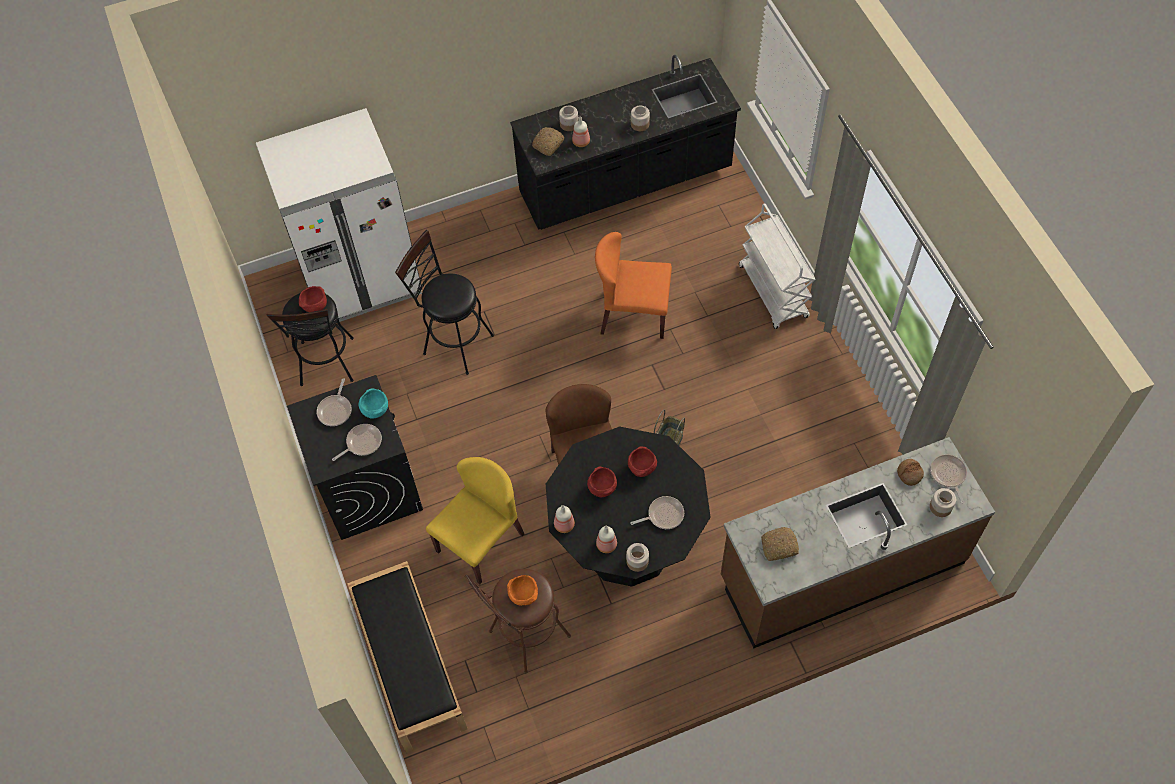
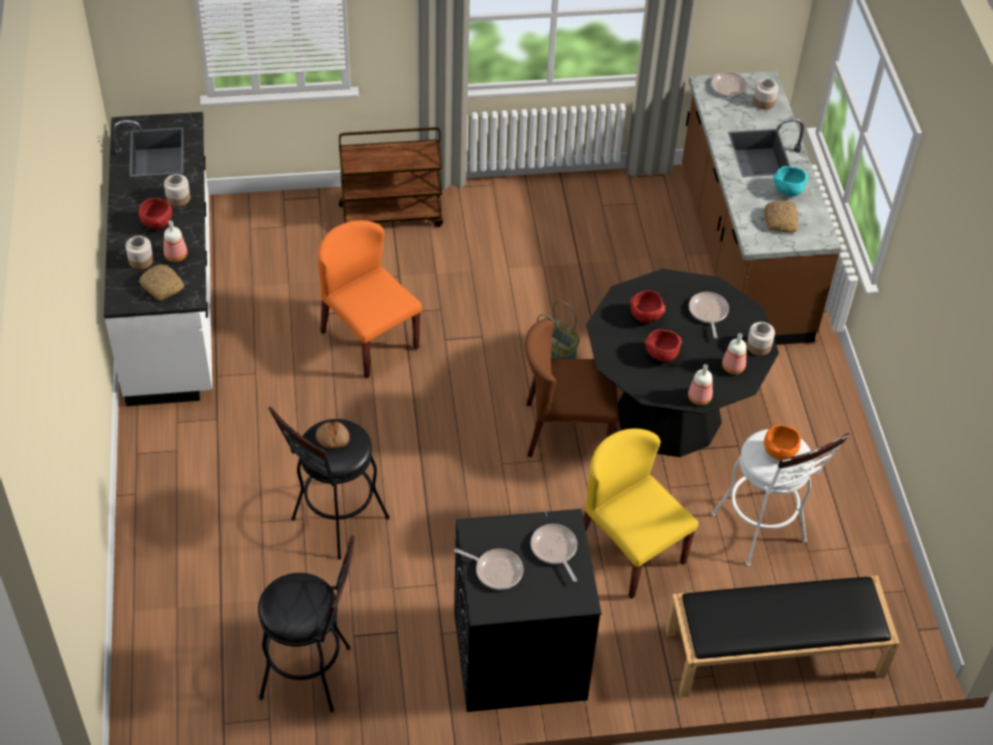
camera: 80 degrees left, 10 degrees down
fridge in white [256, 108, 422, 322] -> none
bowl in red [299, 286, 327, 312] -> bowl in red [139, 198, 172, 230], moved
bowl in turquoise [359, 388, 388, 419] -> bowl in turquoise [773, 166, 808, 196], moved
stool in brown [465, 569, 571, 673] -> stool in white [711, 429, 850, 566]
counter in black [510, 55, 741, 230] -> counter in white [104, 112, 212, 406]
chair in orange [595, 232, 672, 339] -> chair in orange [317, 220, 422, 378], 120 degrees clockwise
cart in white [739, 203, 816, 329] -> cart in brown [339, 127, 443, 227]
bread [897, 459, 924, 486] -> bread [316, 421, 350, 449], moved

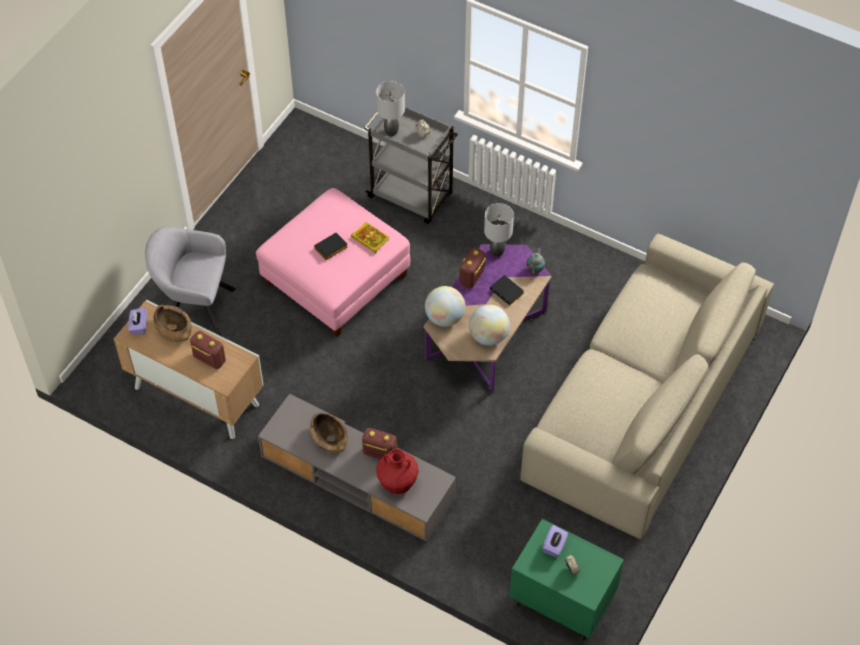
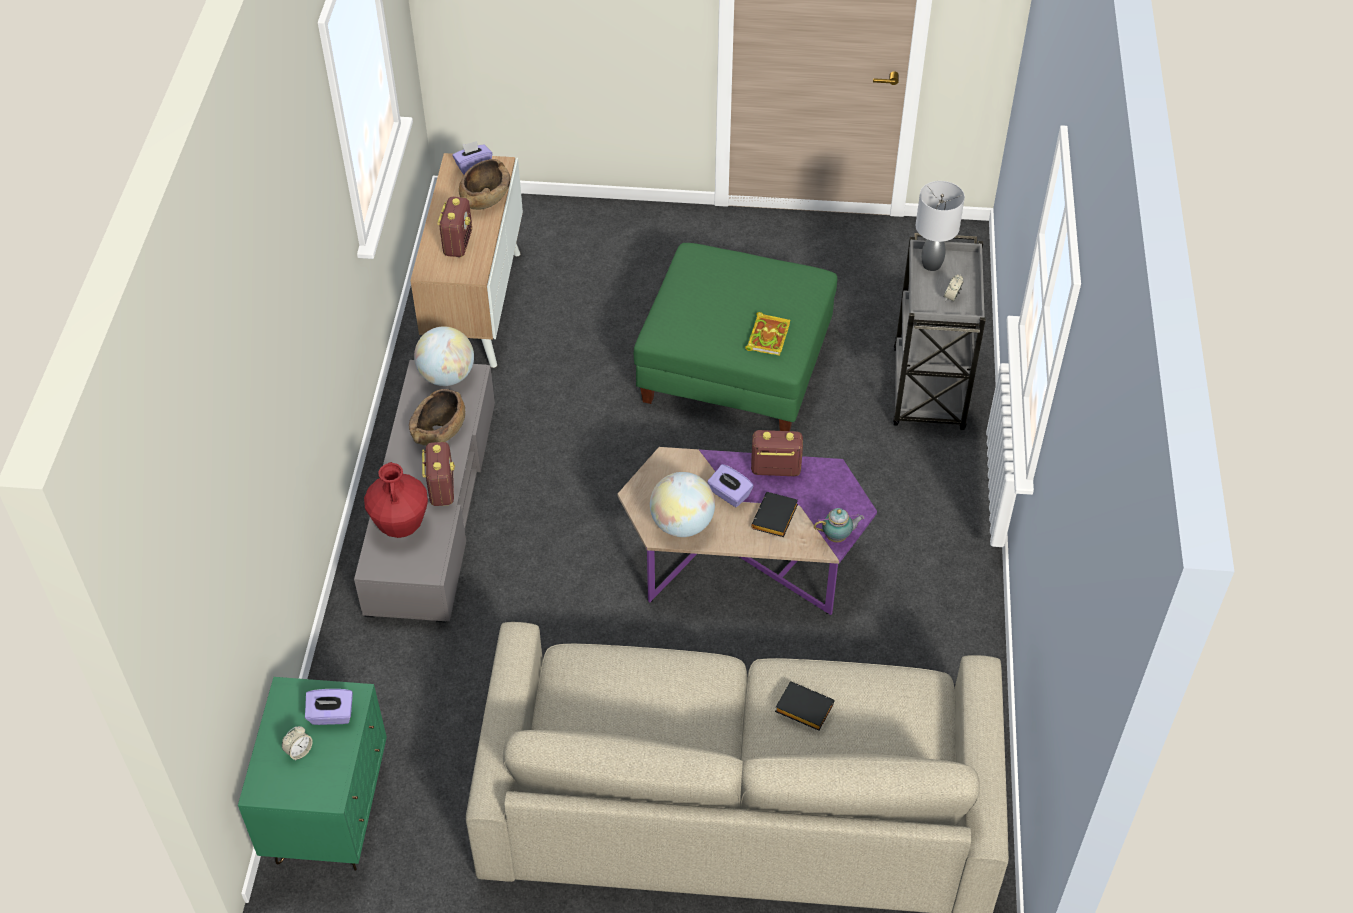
camera: 65 degrees right, 5 degrees down
armchair in grey [145, 227, 236, 337] -> none
ottoman in pink [256, 188, 410, 337] -> ottoman in green [634, 243, 838, 431]
book in black [314, 233, 348, 260] -> book in black [775, 682, 834, 731], moved
globe [425, 286, 465, 327] -> globe [414, 326, 474, 386], moved
table lamp in grey [484, 203, 514, 257] -> none
none -> tissue box in purple [707, 464, 753, 507]

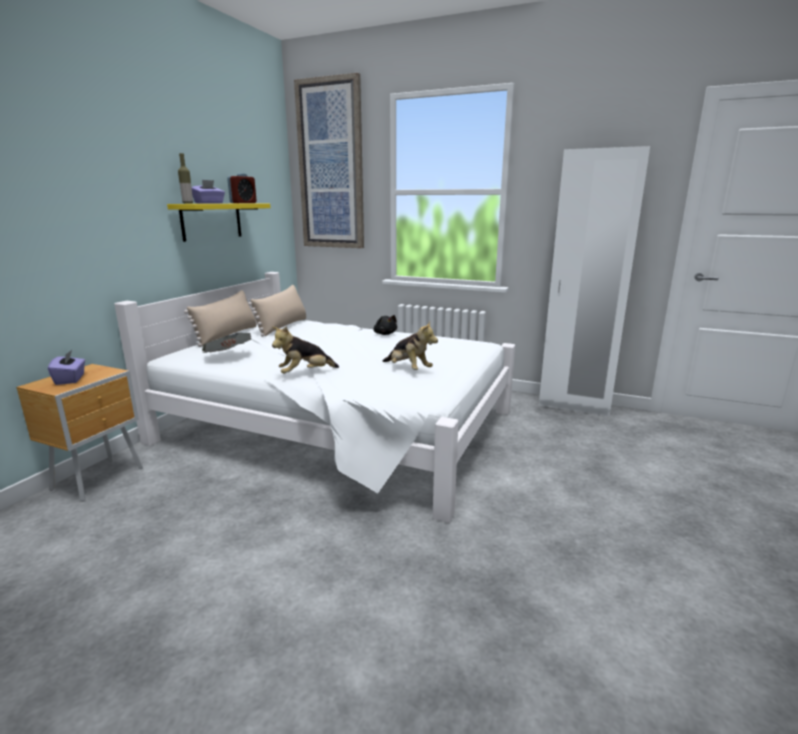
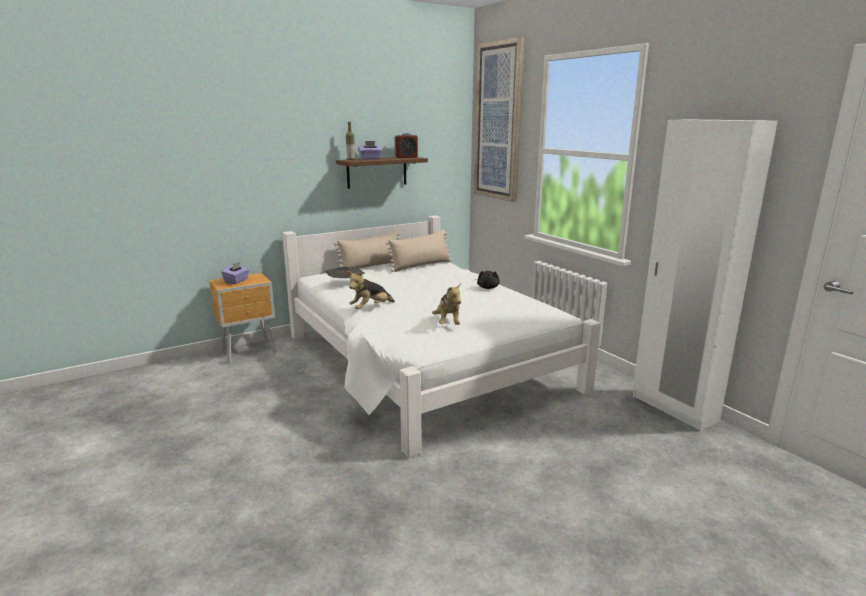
camera: 35 degrees right, 0 degrees up
shelf in yellow [167, 204, 271, 242] -> shelf in brown [336, 157, 428, 189]
plush toy [272, 326, 339, 373] -> plush toy [348, 271, 395, 309], 45 degrees counterclockwise

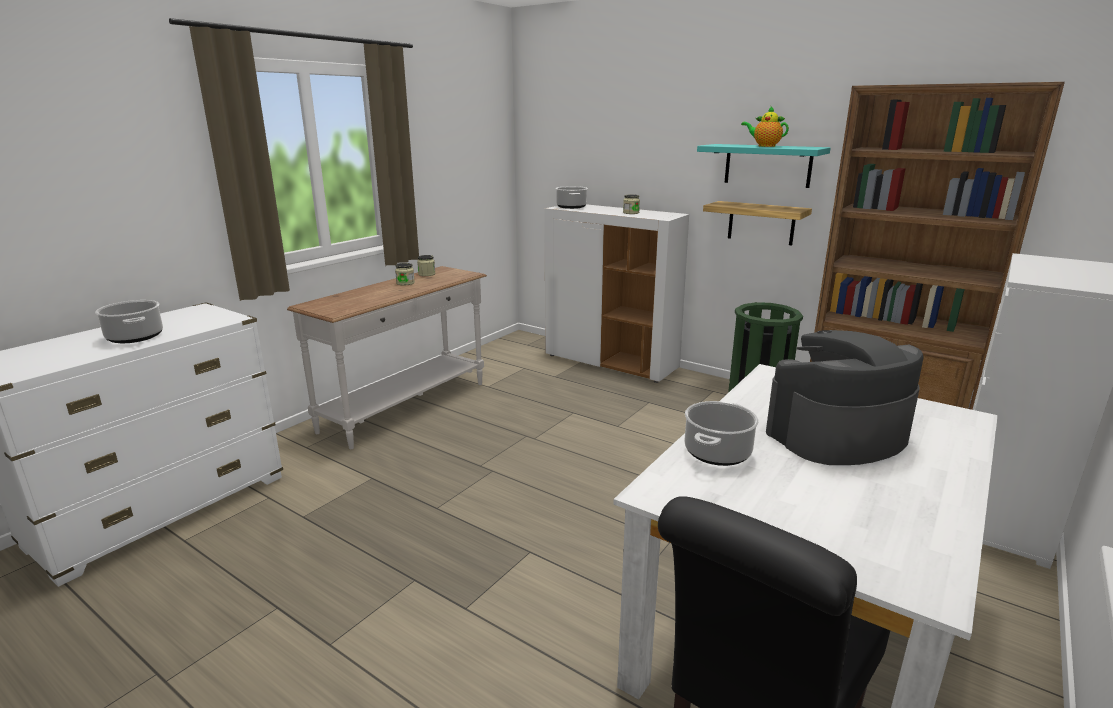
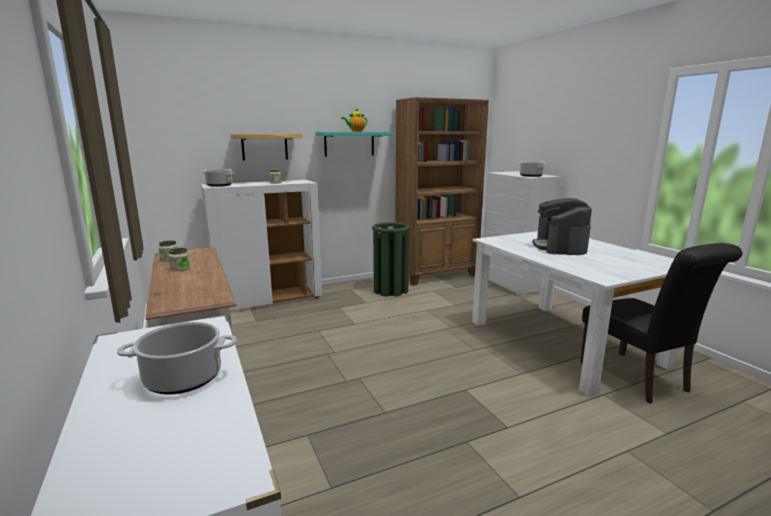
camera: 60 degrees left, 5 degrees down
cooking pot [684, 401, 759, 466] -> cooking pot [519, 161, 547, 177], moved
shelf [703, 201, 812, 245] -> shelf [230, 134, 302, 161], moved

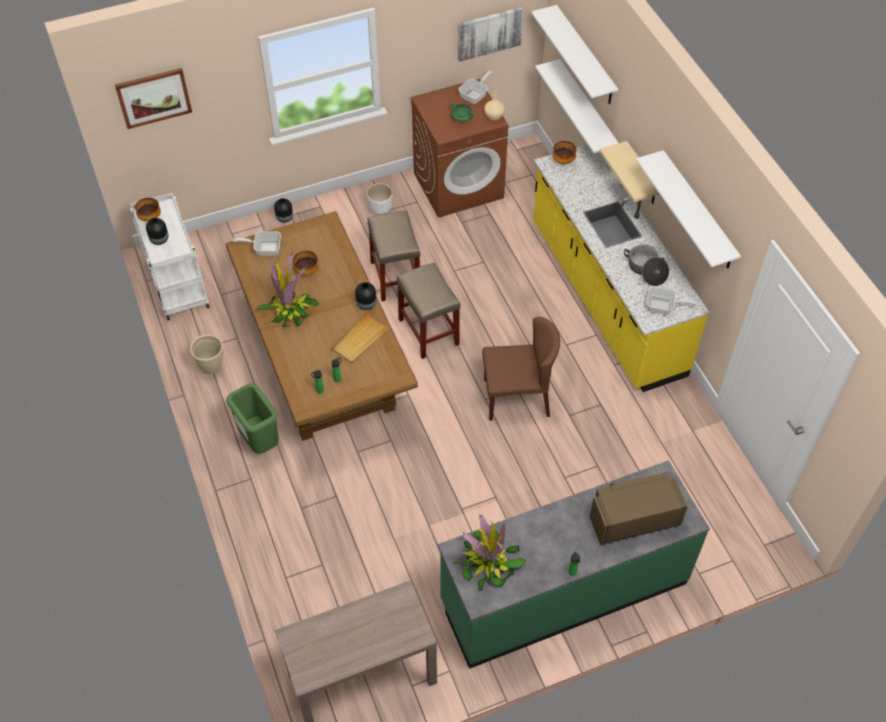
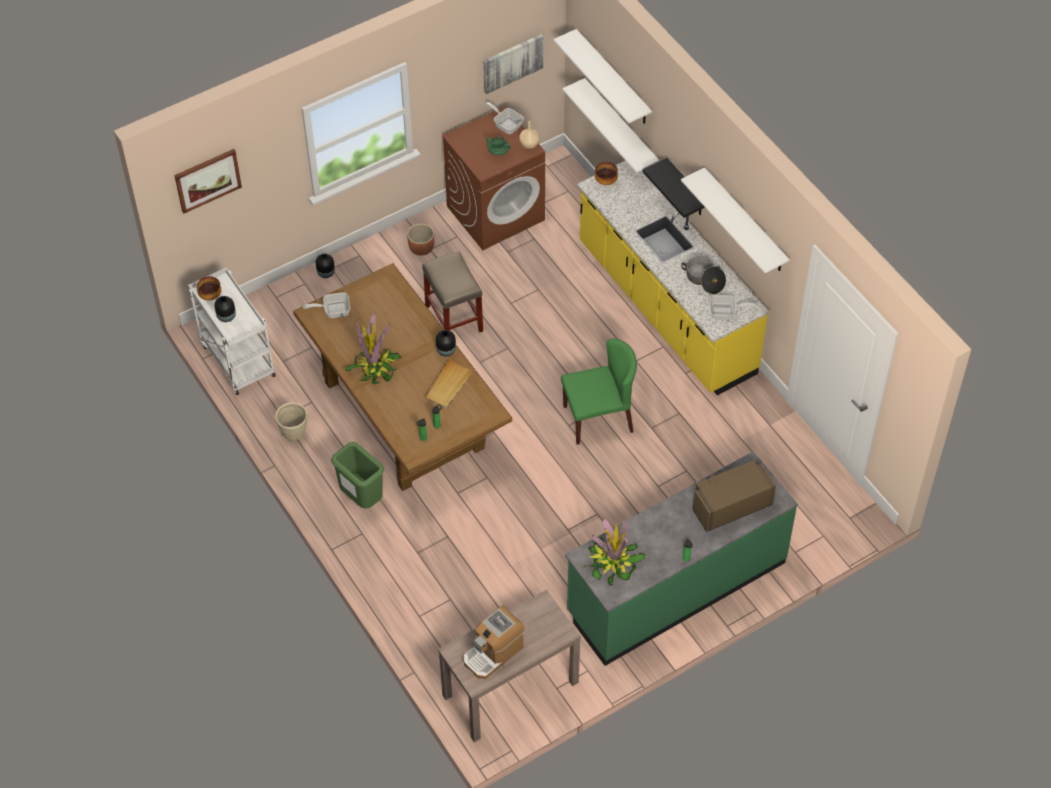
camera: 10 degrees left, 0 degrees up
bowl [293, 251, 319, 276] -> none
planter in white [367, 183, 393, 214] -> planter in brown [407, 224, 434, 256]
stool in beige [397, 262, 461, 359] -> none
frying pan [458, 71, 493, 104] -> frying pan [485, 102, 524, 134], 75 degrees counterclockwise
chair in brown [482, 317, 560, 421] -> chair in green [561, 339, 637, 445]
shelf in beige [600, 141, 660, 204] -> shelf in black [643, 158, 705, 218]
none -> coffee machine [463, 605, 524, 679]

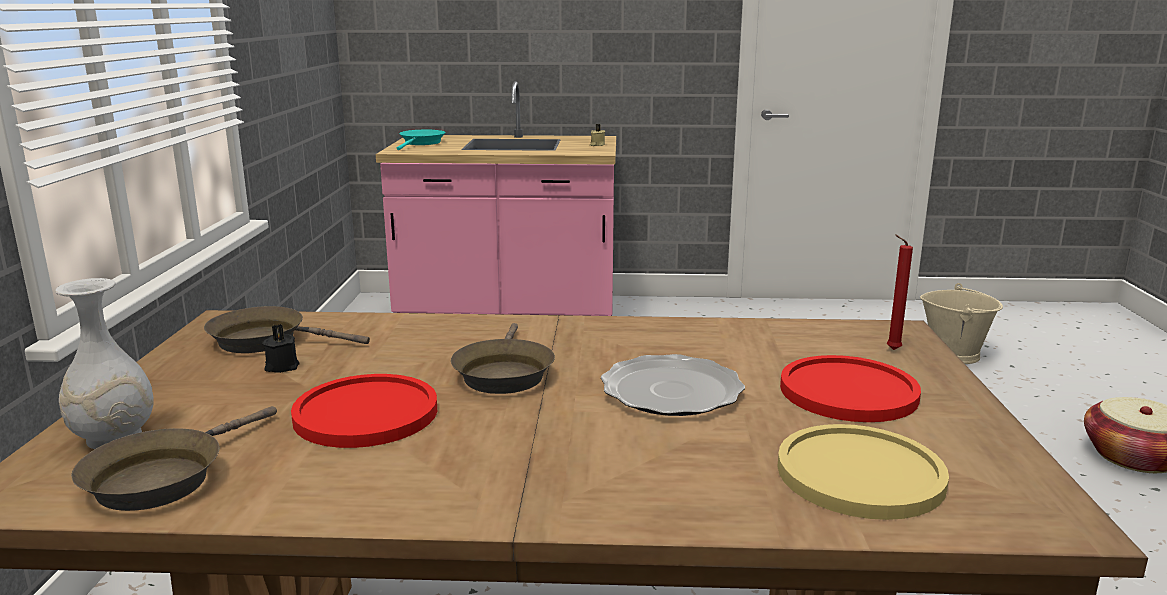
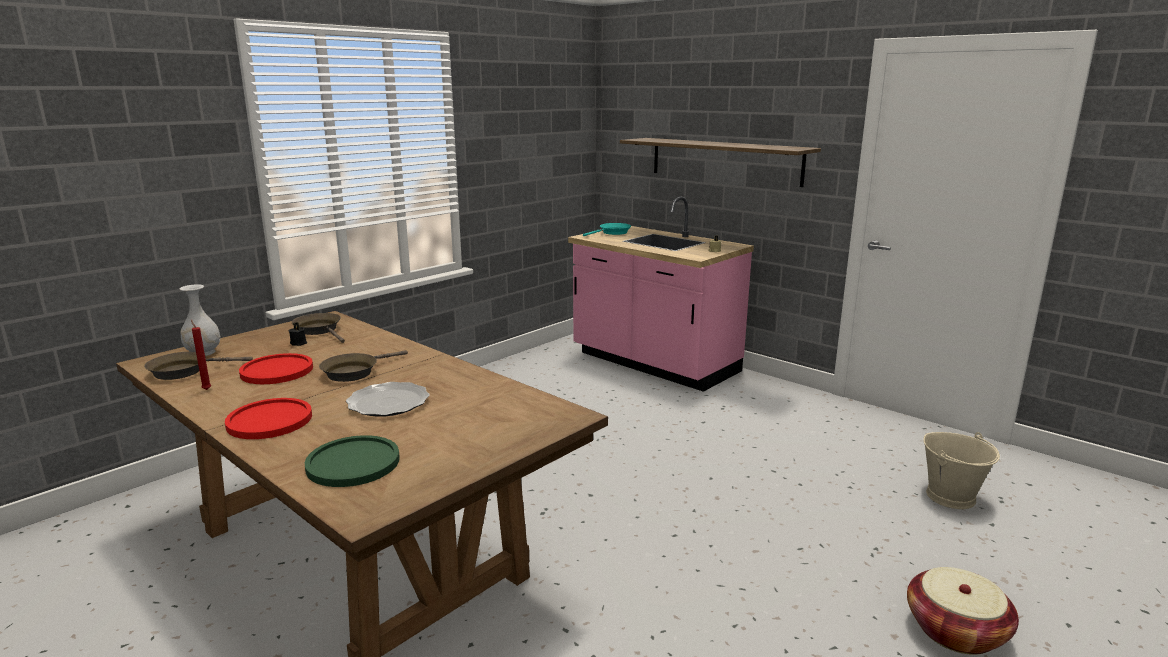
camera: 40 degrees right, 0 degrees up
plate in yellow [777, 424, 949, 520] -> plate in green [305, 435, 400, 487]
plate in red [780, 355, 921, 422] -> plate in red [225, 398, 312, 439], moved
candle in red [887, 234, 913, 350] -> candle in red [191, 320, 211, 390], moved
none -> shelf [620, 138, 821, 187]

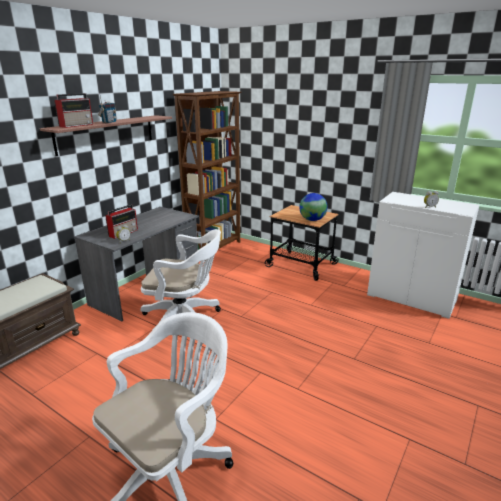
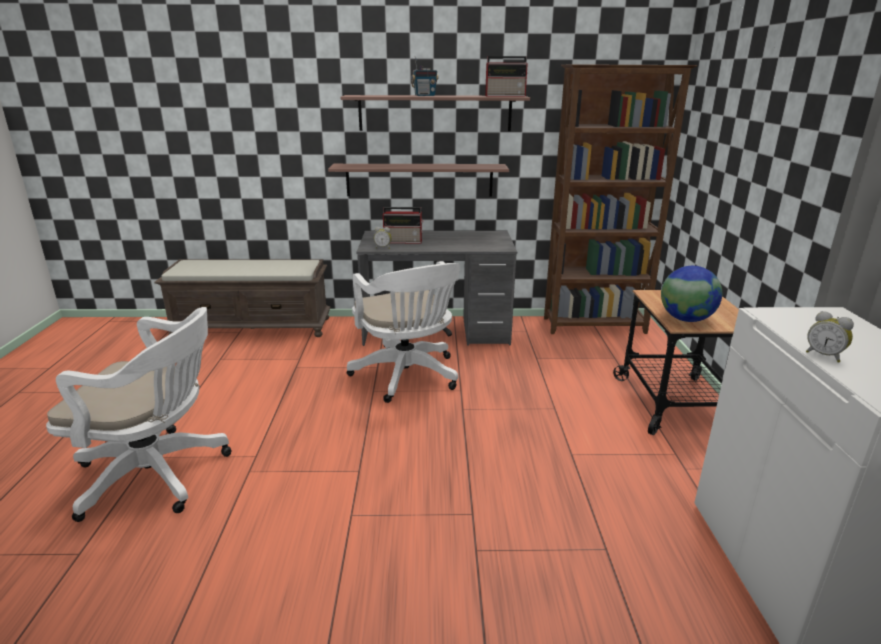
camera: 55 degrees right, 0 degrees up
radio [54, 93, 93, 128] -> radio [485, 56, 528, 97], moved
none -> shelf [328, 164, 509, 197]

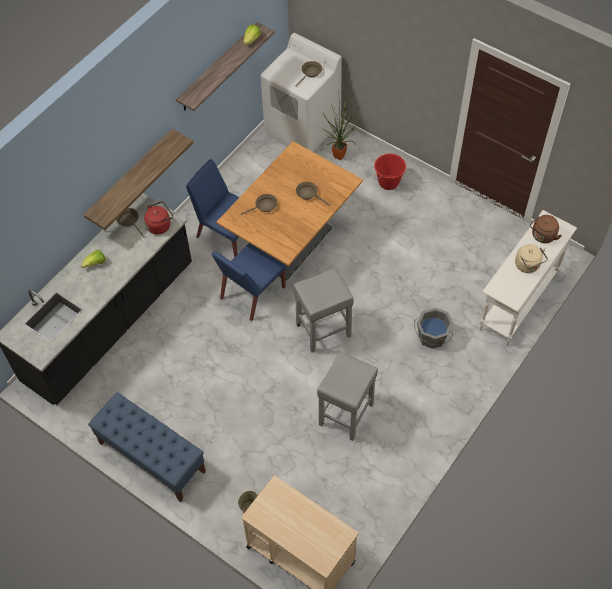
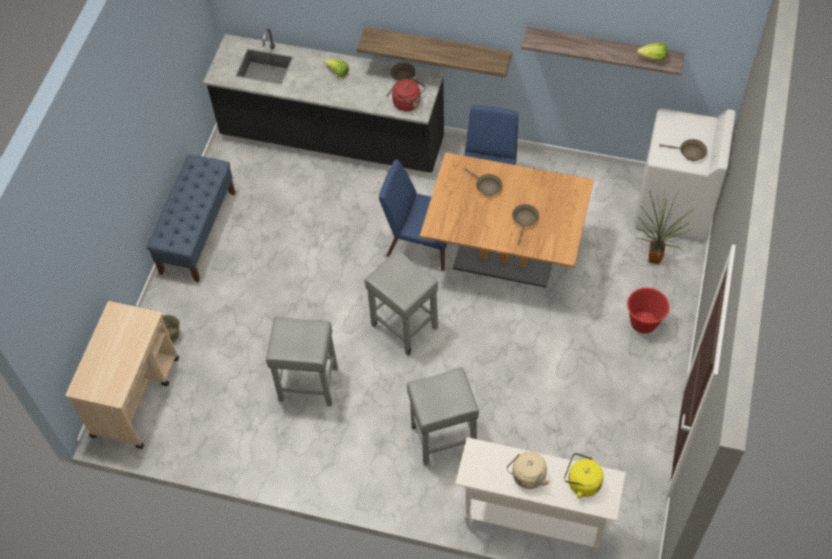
camera: 70 degrees right, 0 degrees up
bucket in grey [414, 308, 453, 349] -> stool in grey [407, 367, 479, 465]
kettle in brown [530, 215, 562, 243] -> kettle in yellow [564, 453, 603, 498]

